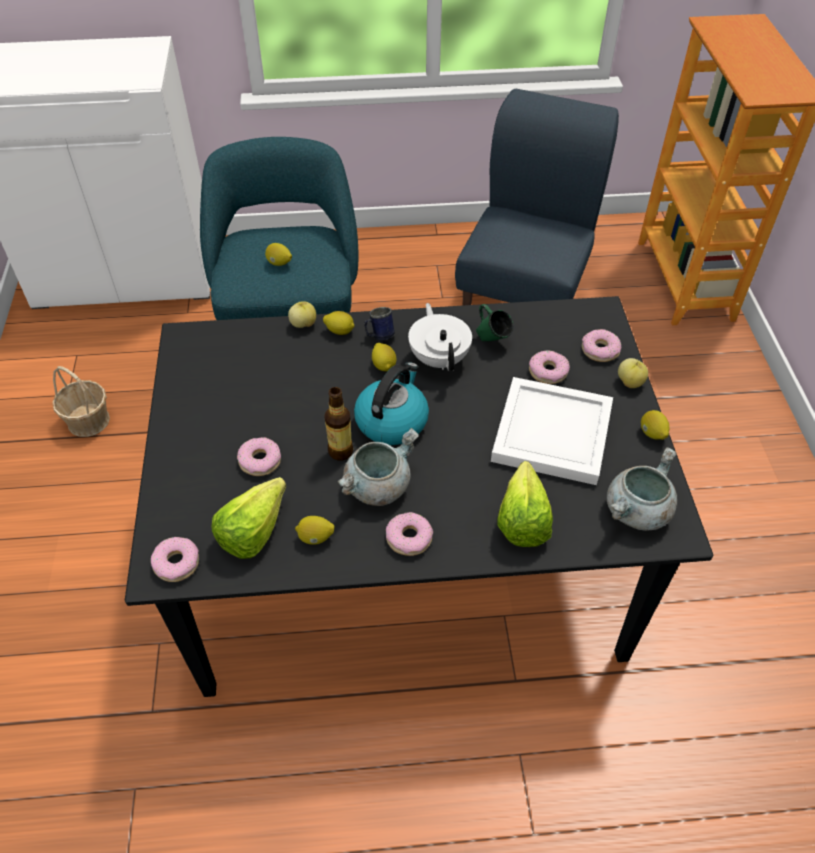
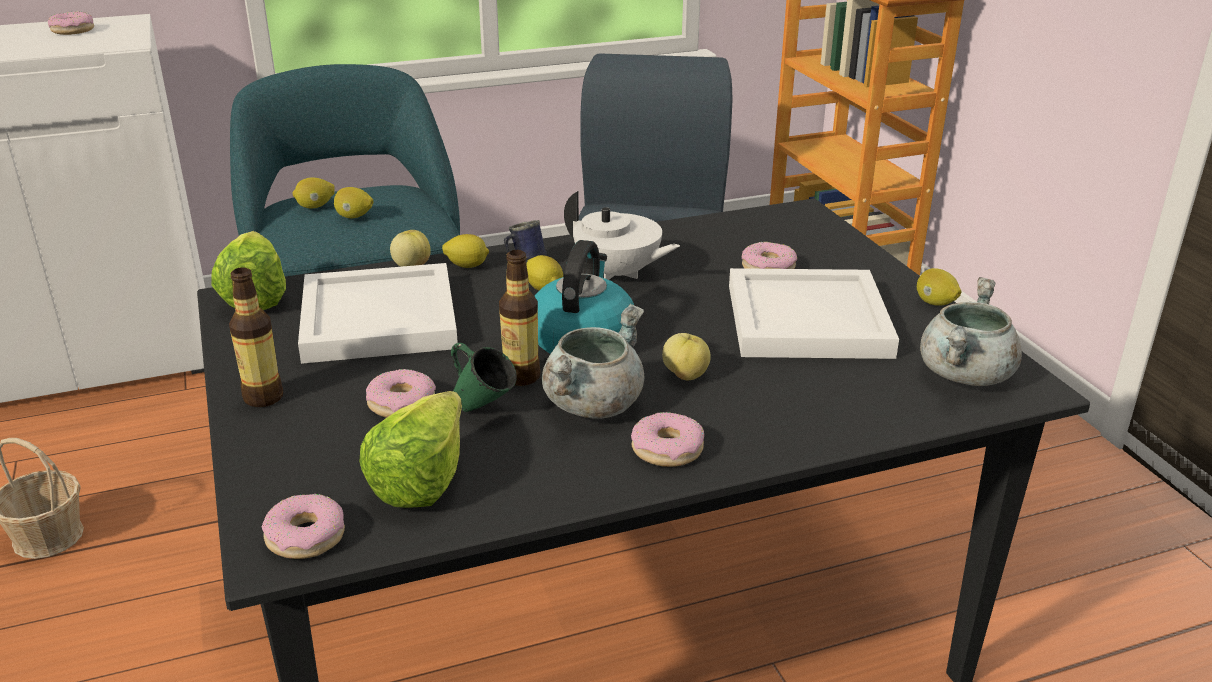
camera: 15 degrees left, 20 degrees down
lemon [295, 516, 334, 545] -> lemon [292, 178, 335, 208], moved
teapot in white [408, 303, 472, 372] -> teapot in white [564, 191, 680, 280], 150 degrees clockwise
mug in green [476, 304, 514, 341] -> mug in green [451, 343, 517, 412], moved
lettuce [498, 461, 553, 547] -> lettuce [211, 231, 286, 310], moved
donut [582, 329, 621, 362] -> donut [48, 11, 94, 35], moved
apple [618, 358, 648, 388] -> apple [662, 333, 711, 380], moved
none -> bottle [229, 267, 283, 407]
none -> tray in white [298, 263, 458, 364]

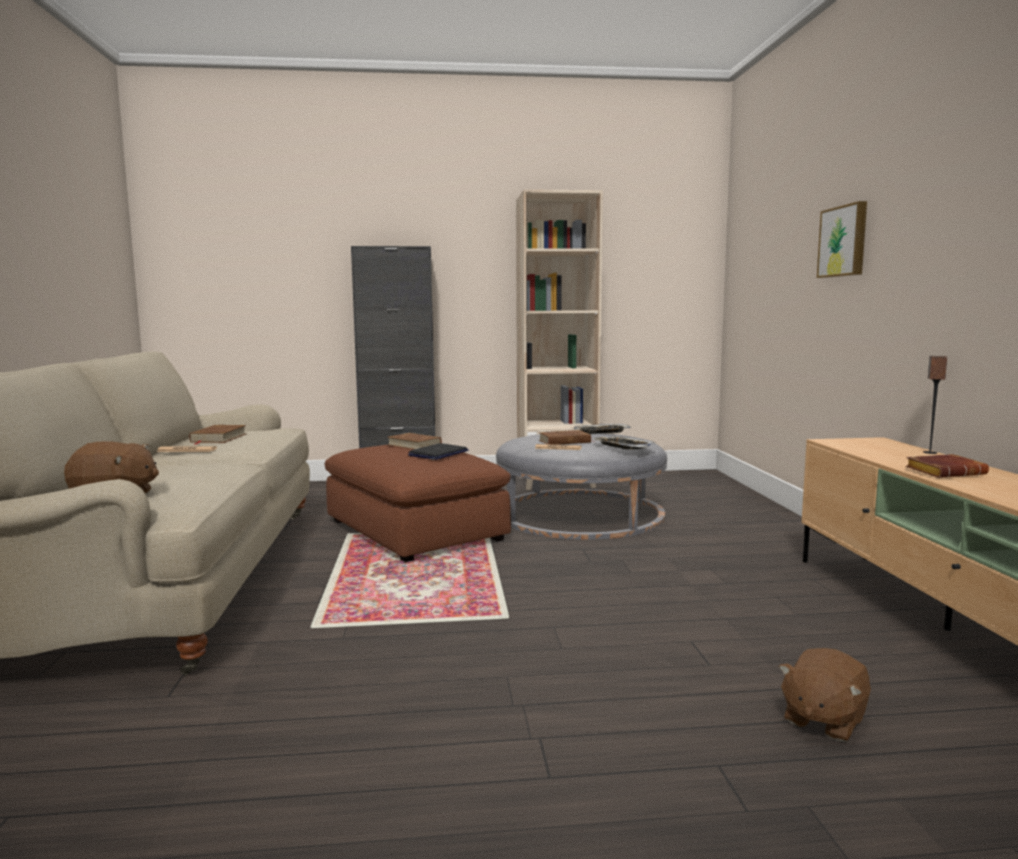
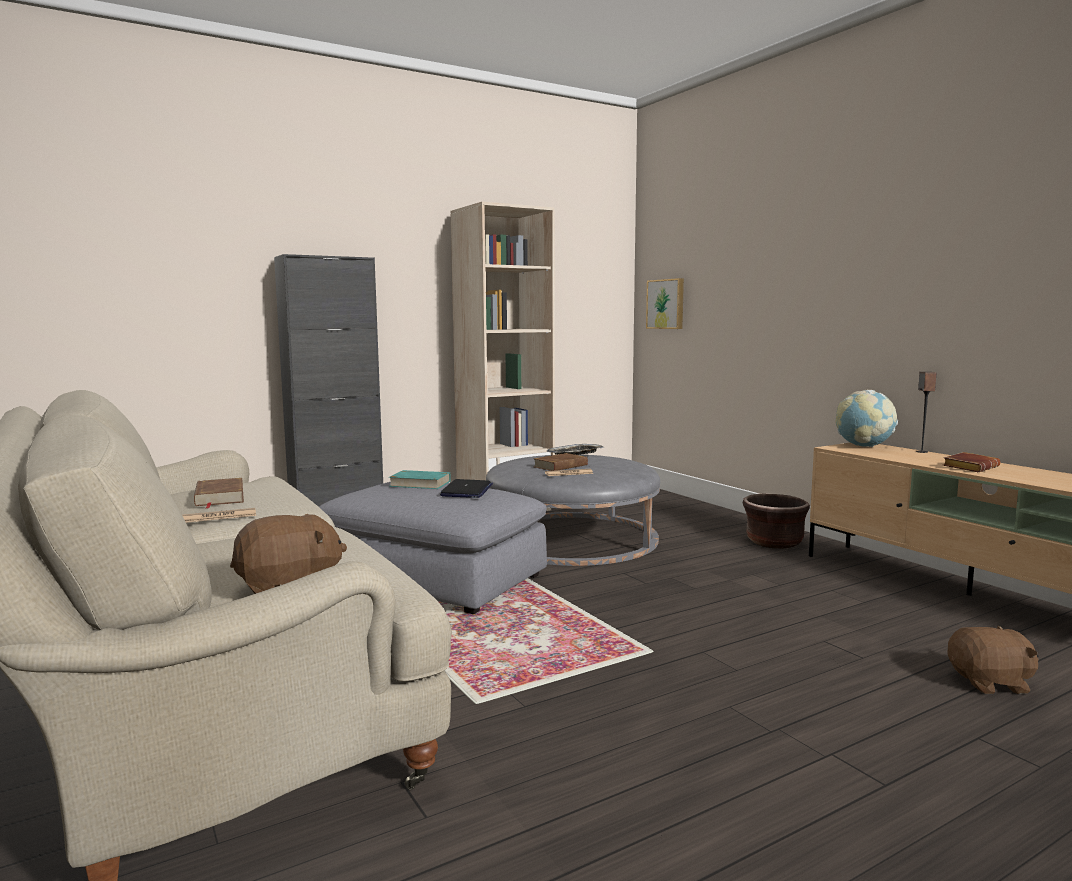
camera: 25 degrees left, 0 degrees up
ottoman in brown [325, 445, 511, 562] -> ottoman in grey [319, 482, 547, 614]
book in brown [388, 433, 442, 450] -> book in turquoise [389, 470, 451, 489]
tray [592, 436, 655, 450] -> none
plush toy in brown [779, 648, 871, 741] -> plush toy in brown [947, 625, 1039, 694], 105 degrees counterclockwise
picture [817, 201, 867, 278] -> picture [646, 278, 684, 329], moved
none -> planter in brown [743, 494, 810, 549]
none -> globe [836, 390, 898, 447]

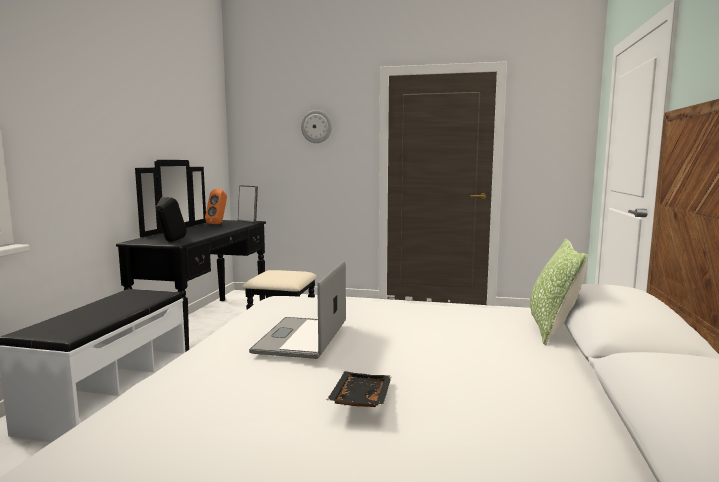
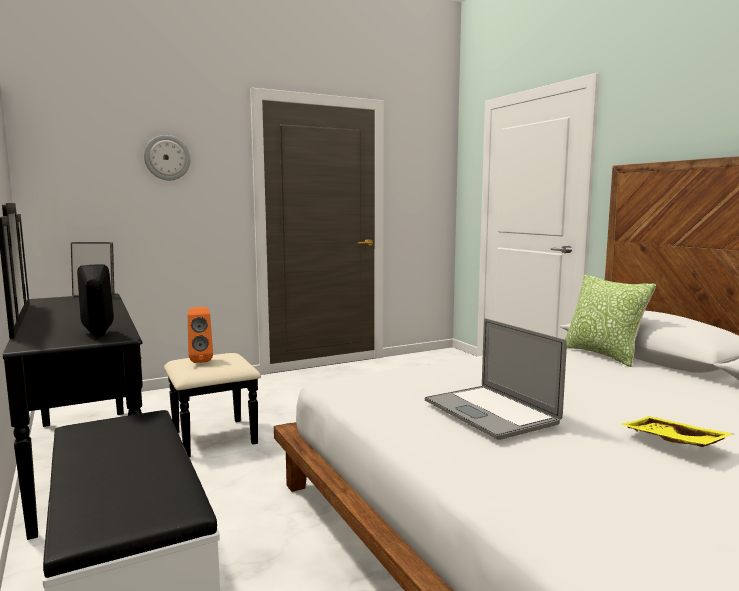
camera: 40 degrees left, 0 degrees up
speaker in orange [205, 189, 227, 224] -> speaker in orange [188, 307, 213, 363], moved
tray in black [327, 371, 392, 407] -> tray in yellow [620, 416, 733, 447]

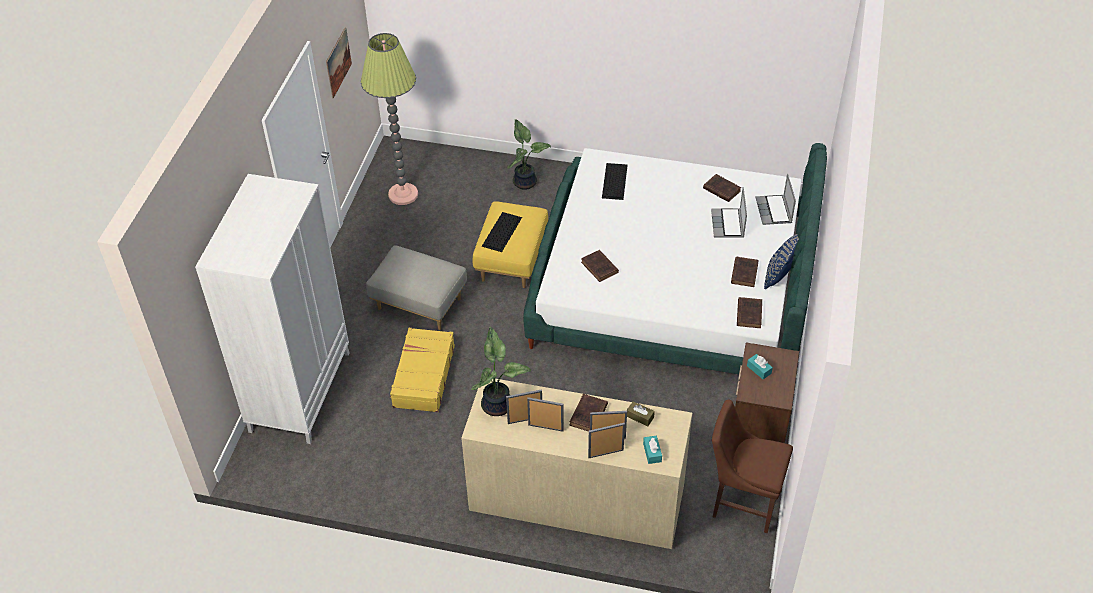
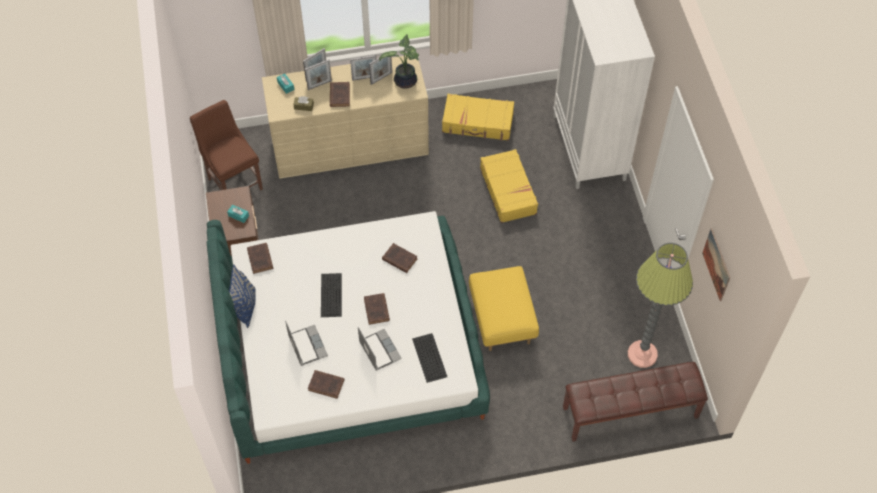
camera: 155 degrees right, 10 degrees up
ottoman in grey [366, 245, 467, 330] -> none
keyboard [482, 212, 522, 252] -> keyboard [321, 273, 342, 317], moved
potted plant [507, 119, 551, 190] -> none
chair in brown [712, 400, 793, 533] -> chair in brown [190, 100, 263, 191], 120 degrees counterclockwise
book in brown [731, 257, 759, 287] -> book in brown [364, 293, 390, 325], moved
laptop [756, 173, 796, 225] -> laptop [358, 327, 402, 371], moved
none -> suitcase in yellow [442, 94, 514, 141]
none -> bench in brown [563, 362, 708, 442]

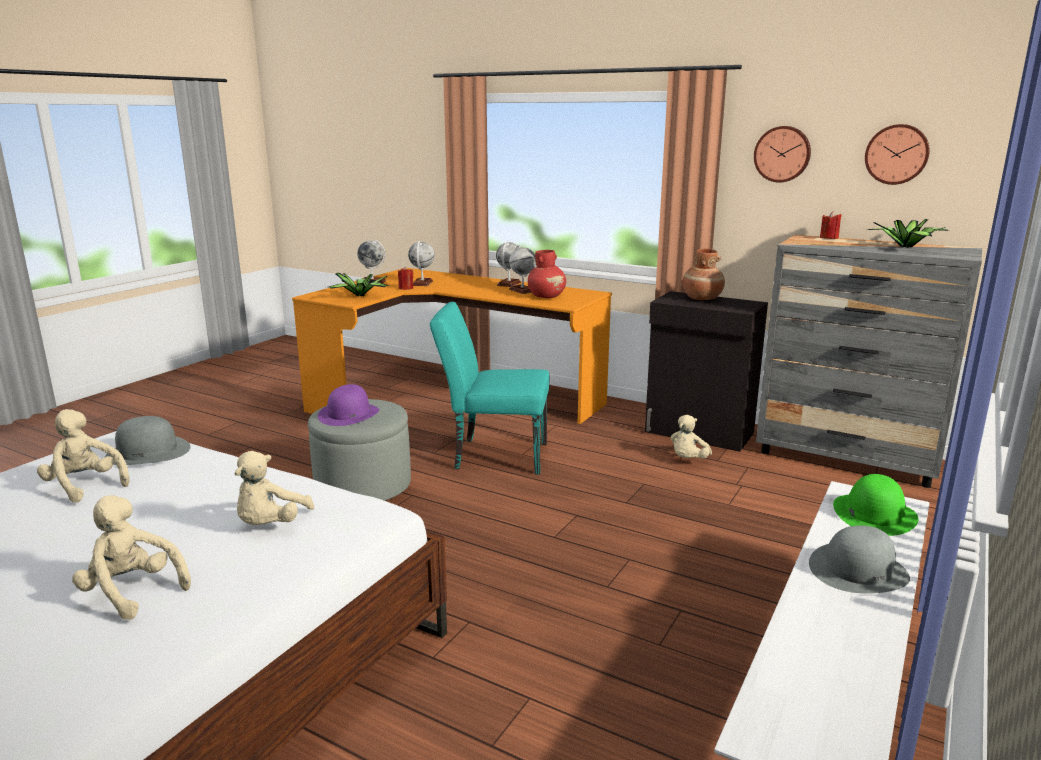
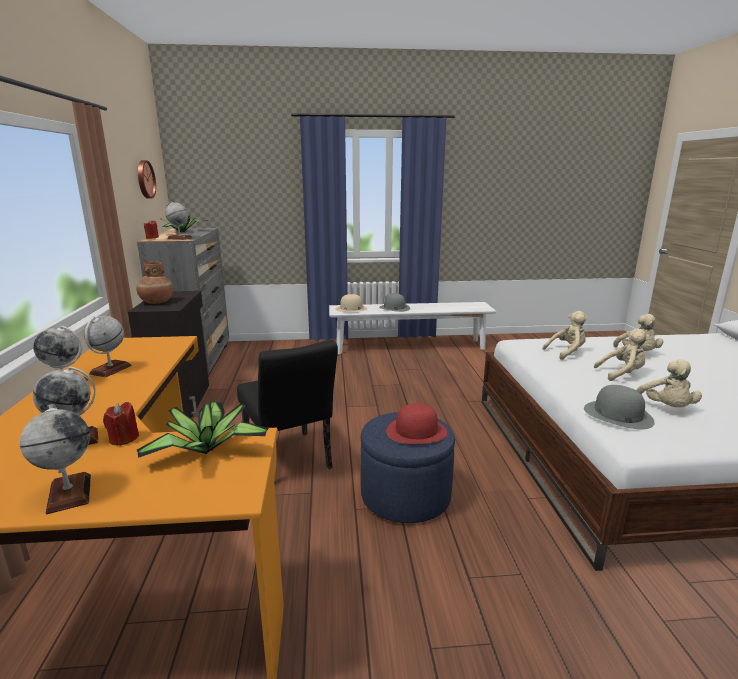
camera: 125 degrees left, 0 degrees up
ottoman in grey [308, 399, 411, 501] -> ottoman in blue [361, 412, 455, 523]
hat in purple [318, 384, 379, 426] -> hat in red [386, 403, 447, 444]
chair in turquoise [430, 302, 549, 475] -> chair in black [237, 340, 338, 469]
vase in red [528, 250, 566, 298] -> none
plush toy in beige [671, 415, 712, 459] -> plush toy in beige [594, 329, 650, 381], moved
wall clock [754, 126, 811, 183] -> none
hat in green [833, 474, 919, 536] -> hat in beige [335, 294, 367, 312]
none -> globe [165, 201, 192, 240]

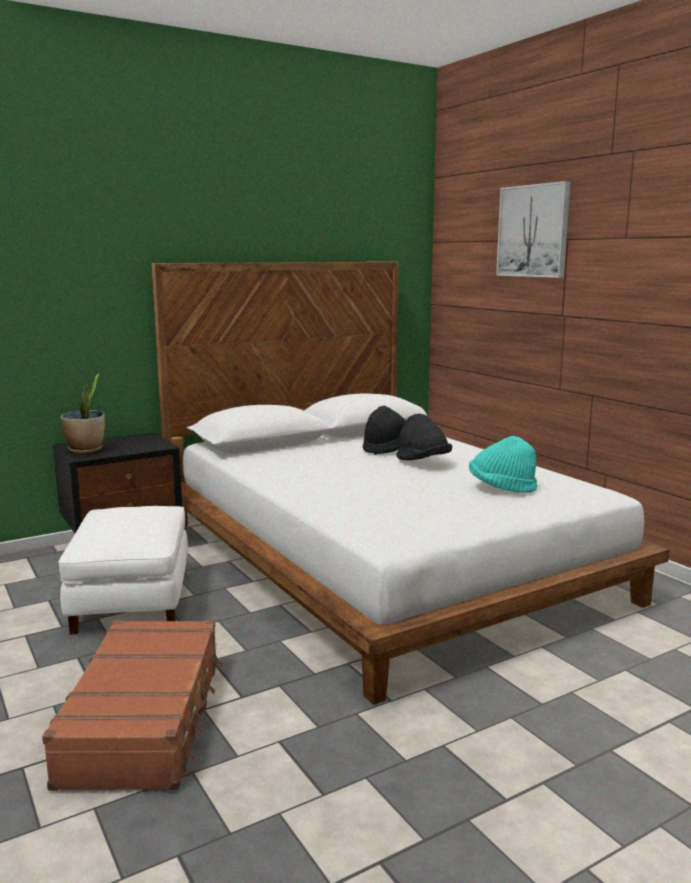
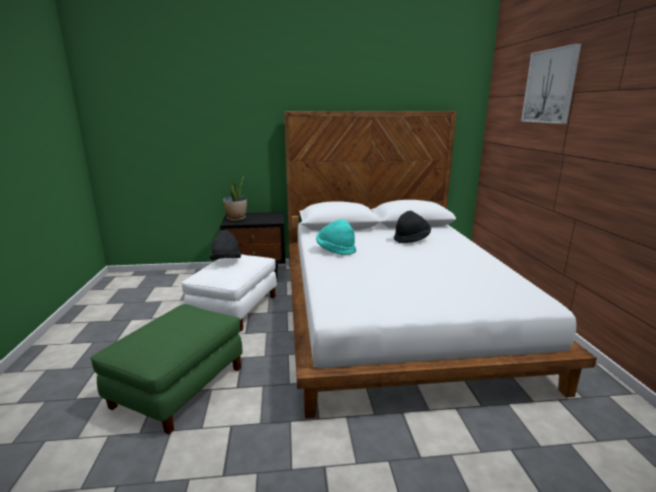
camera: 25 degrees right, 5 degrees up
suitcase in brown [42, 620, 223, 791] -> ottoman in green [90, 304, 242, 434]
hat in black [396, 414, 452, 460] -> hat in black [210, 230, 241, 260], moved
hat in turquoise [469, 436, 537, 493] -> hat in turquoise [316, 219, 356, 255], moved

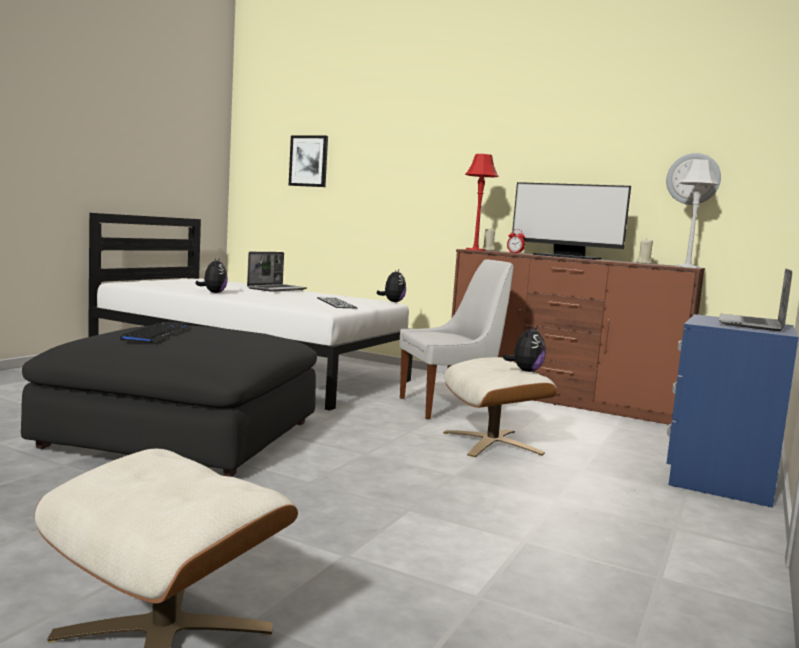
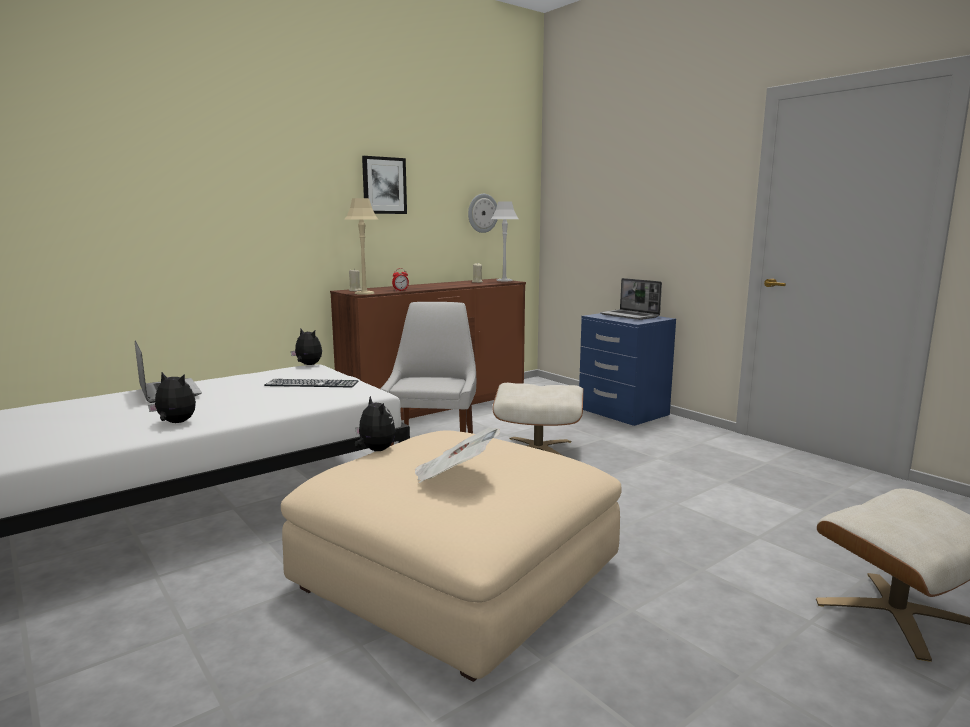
camera: 65 degrees left, 5 degrees up
ottoman in black [21, 325, 317, 477] -> ottoman in beige [281, 431, 621, 682]
keyboard [120, 321, 191, 343] -> newspaper [415, 427, 500, 483]
picture [289, 135, 328, 187] -> picture [362, 156, 407, 214], moved
table lamp in red [465, 154, 499, 251] -> table lamp in beige [344, 198, 379, 295]
plush toy [502, 325, 546, 372] -> plush toy [355, 396, 395, 451], moved
monitor [512, 182, 631, 260] -> none

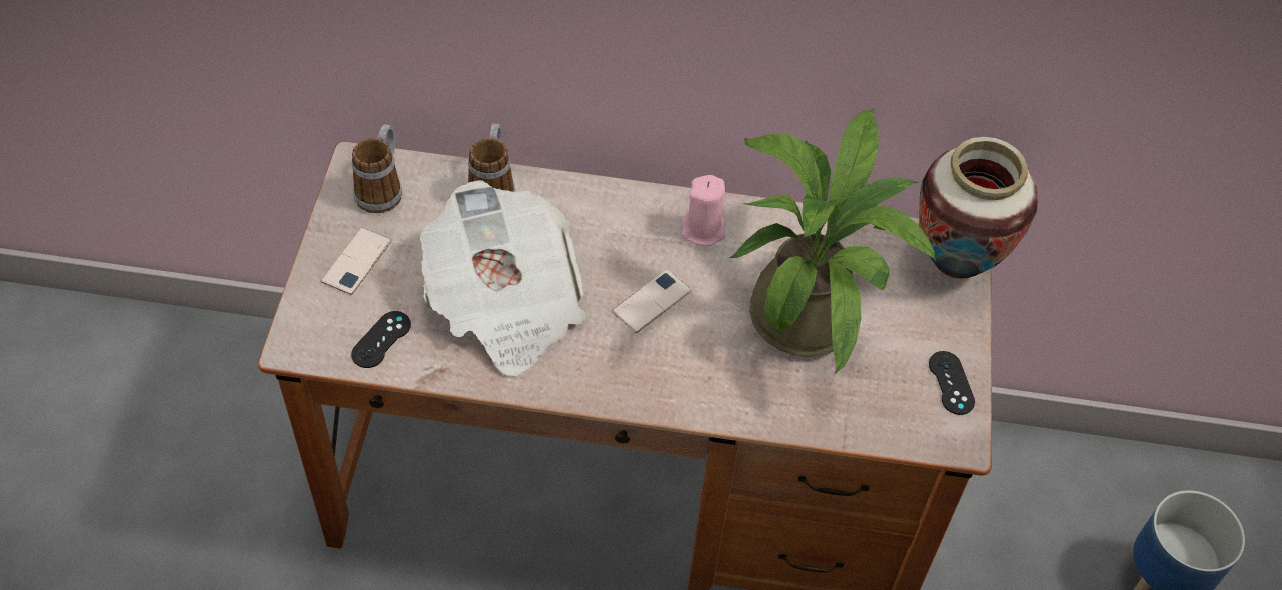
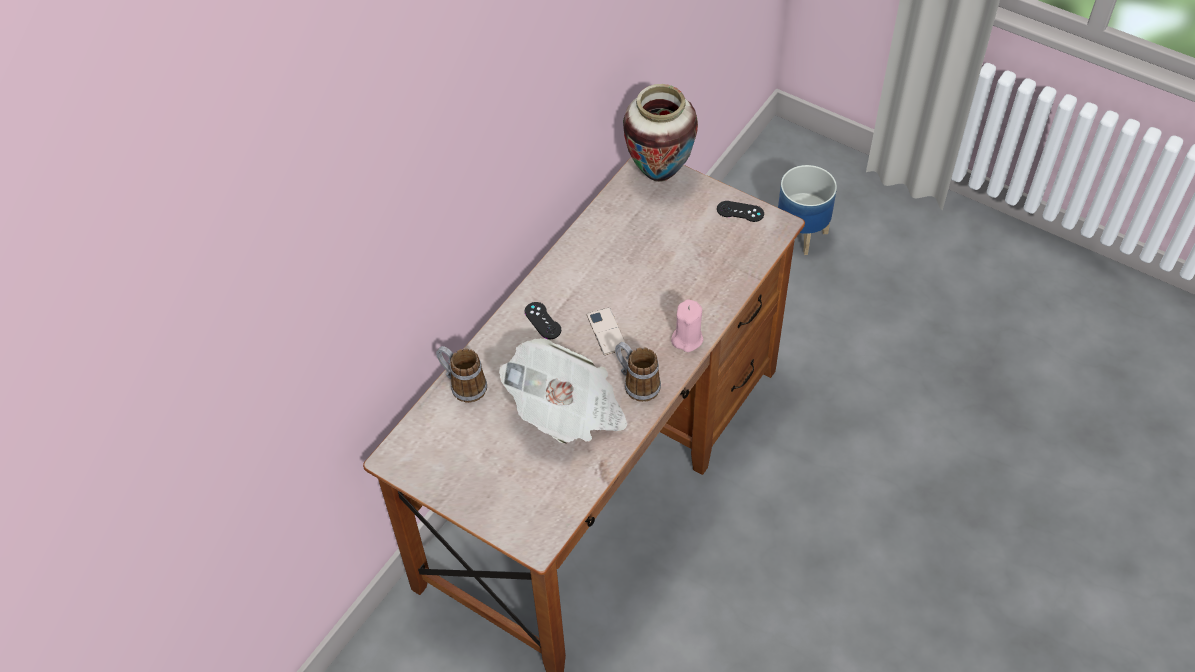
camera: 60 degrees left, 0 degrees up
phone [321, 227, 392, 295] -> none
game controller in black [351, 311, 411, 368] -> game controller in black [525, 302, 561, 339], moved
mug [352, 124, 402, 213] -> mug [615, 342, 661, 402], moved
candle in pink [682, 175, 726, 246] -> candle in pink [671, 299, 703, 352], moved
potted plant [729, 109, 936, 375] -> none

